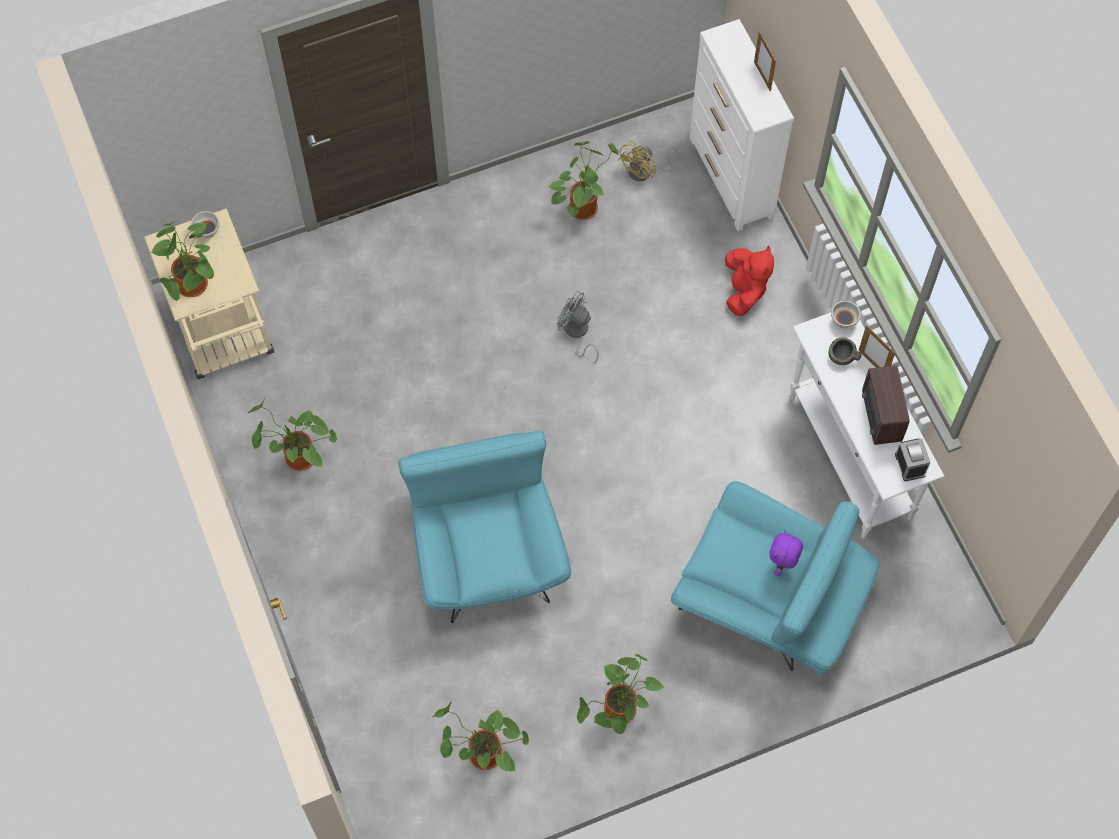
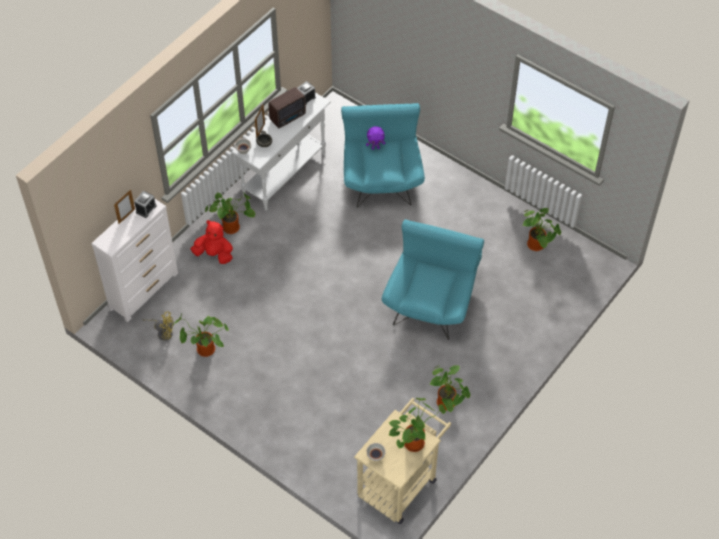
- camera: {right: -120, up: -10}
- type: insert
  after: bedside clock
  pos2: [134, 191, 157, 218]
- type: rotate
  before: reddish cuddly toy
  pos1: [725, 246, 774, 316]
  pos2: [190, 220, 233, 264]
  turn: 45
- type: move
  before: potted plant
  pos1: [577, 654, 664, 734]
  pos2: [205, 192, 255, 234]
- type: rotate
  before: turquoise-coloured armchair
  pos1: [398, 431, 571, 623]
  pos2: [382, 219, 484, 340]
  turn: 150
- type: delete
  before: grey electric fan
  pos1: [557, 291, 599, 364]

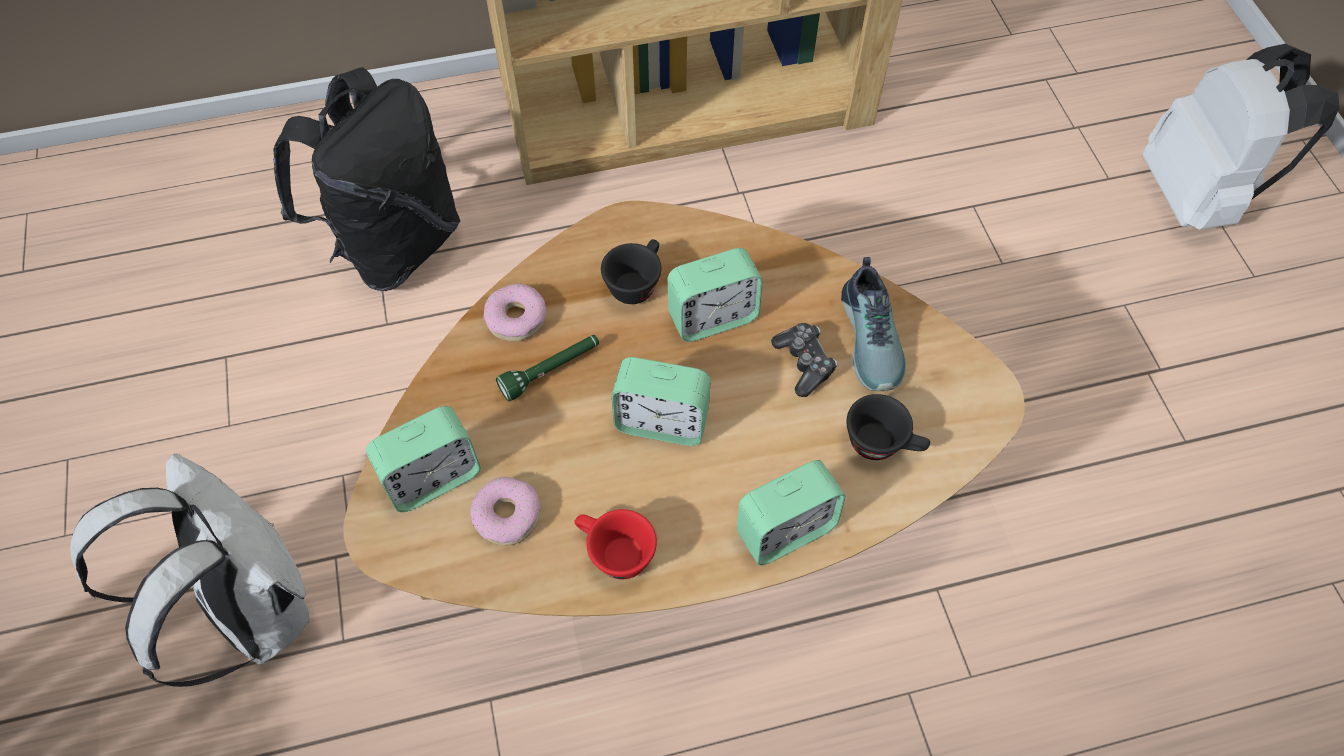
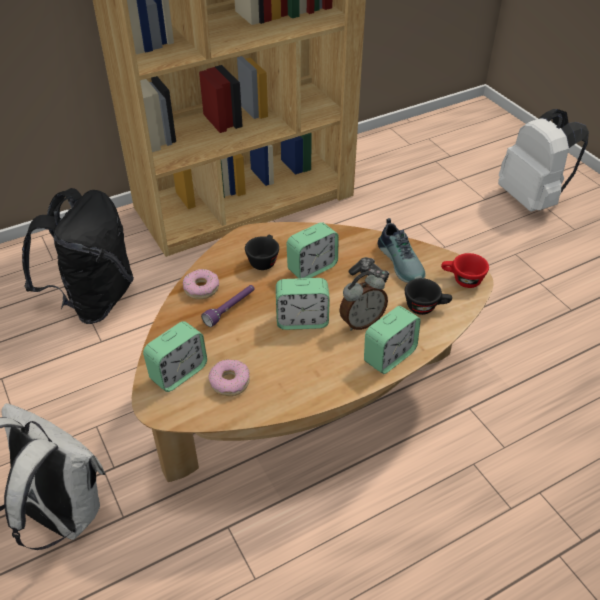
- camera: {right: -15, up: -15}
- type: recolor
  before: green torch
  after: purplish torch
  pos1: [496, 335, 599, 402]
  pos2: [201, 285, 255, 327]
- type: insert
  after: bedside clock
  pos2: [340, 271, 388, 330]
- type: move
  before: reddish small cup
  pos1: [574, 509, 657, 579]
  pos2: [441, 253, 489, 288]

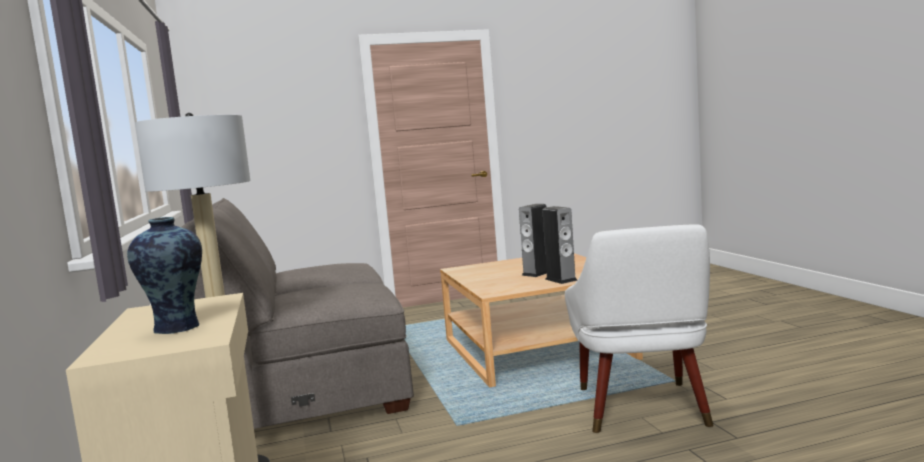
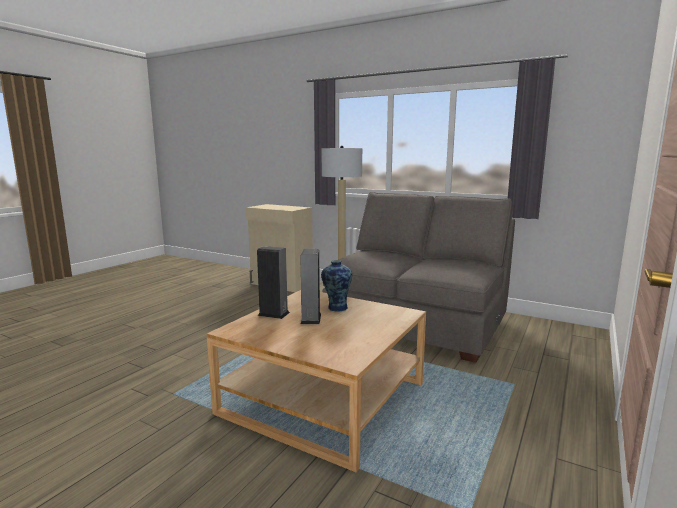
- camera: {right: 135, up: 5}
- type: move
  before: flower vase
  pos1: [127, 217, 202, 334]
  pos2: [321, 260, 352, 312]
- type: delete
  before: white-coloured armchair
  pos1: [565, 224, 714, 433]

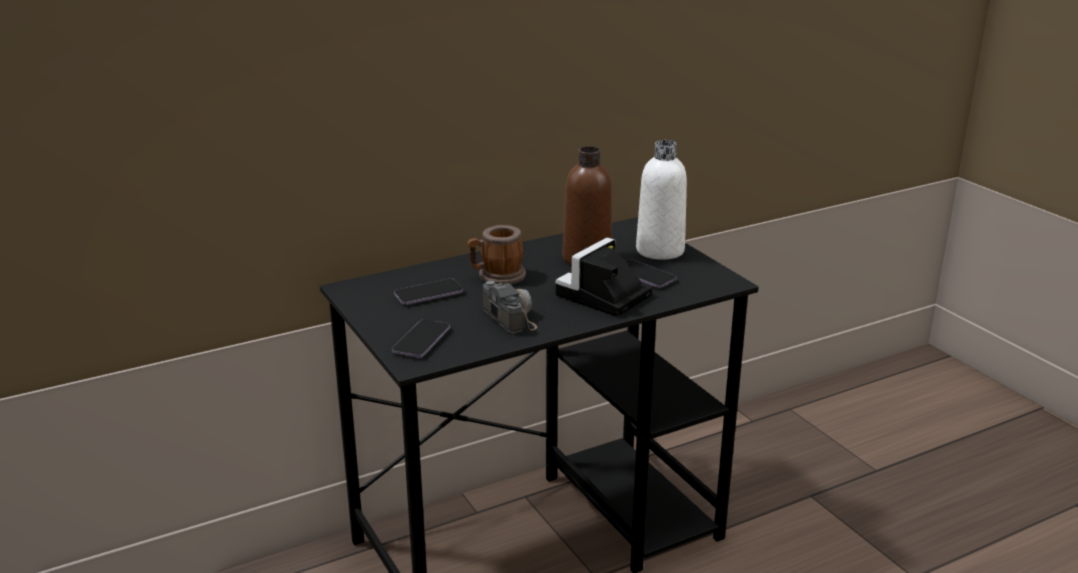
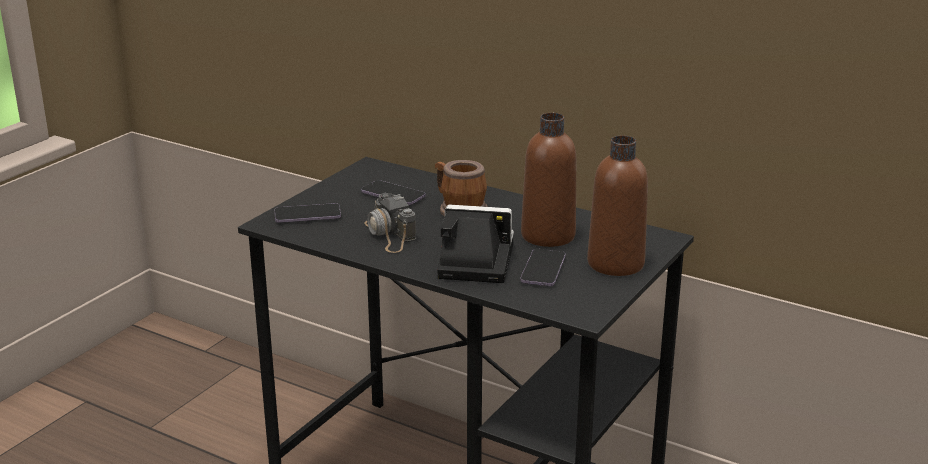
- camera: {right: 60, up: 0}
- type: rotate
  before: photo camera
  pos1: [483, 280, 537, 334]
  pos2: [364, 193, 416, 253]
  turn: 120
- type: recolor
  before: white-coloured beverage bottle
  after: brown-coloured beverage bottle
  pos1: [636, 140, 687, 260]
  pos2: [587, 136, 648, 276]

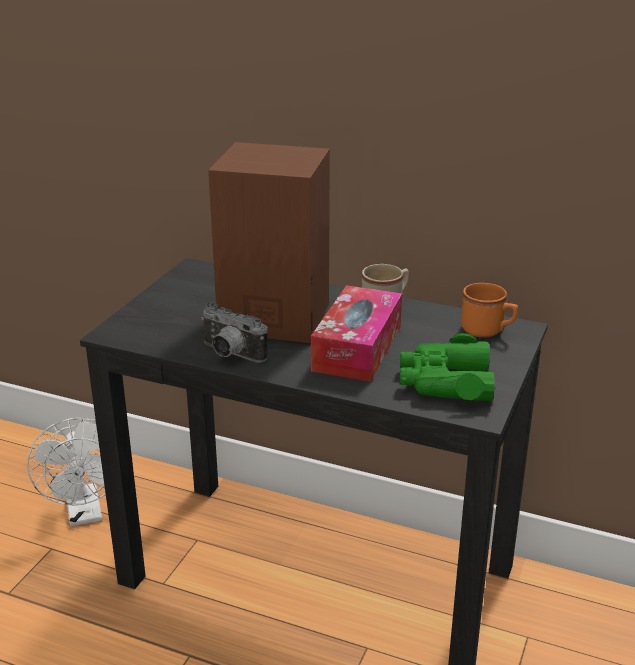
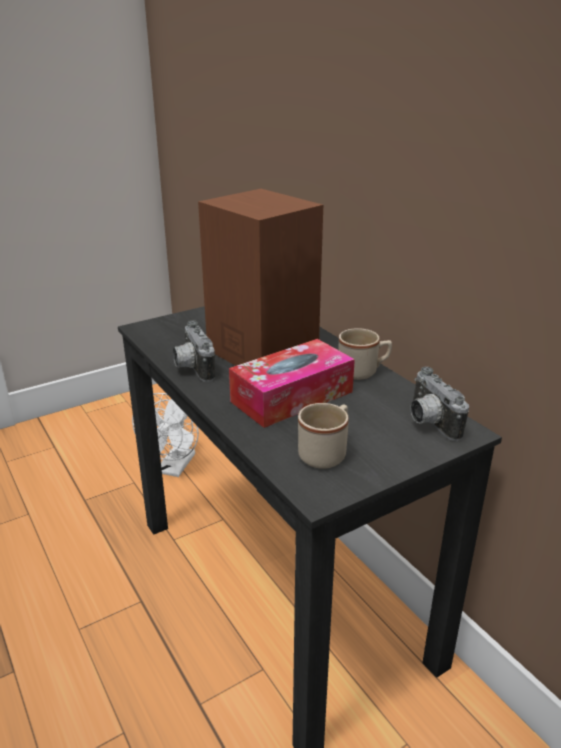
- camera: {right: 35, up: 0}
- type: replace
  before: green pair of binoculars
  after: beige tea mug
  pos1: [400, 333, 495, 401]
  pos2: [298, 403, 349, 469]
- type: replace
  before: orange tea mug
  after: photo camera
  pos1: [461, 283, 518, 337]
  pos2: [410, 367, 469, 441]

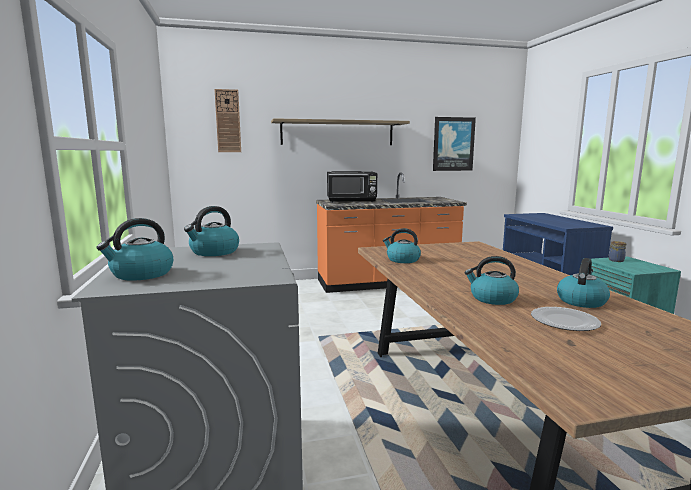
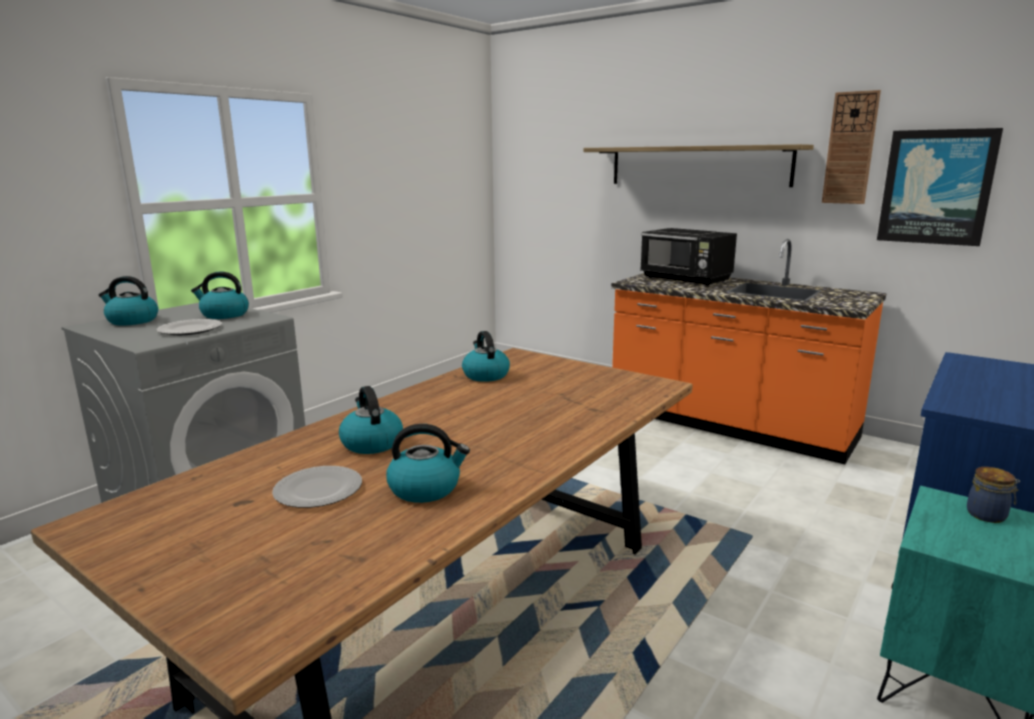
- camera: {right: 50, up: 5}
- type: insert
  after: plate
  pos2: [156, 319, 222, 335]
- type: move
  before: clock on the wall
  pos1: [214, 89, 241, 152]
  pos2: [822, 90, 881, 204]

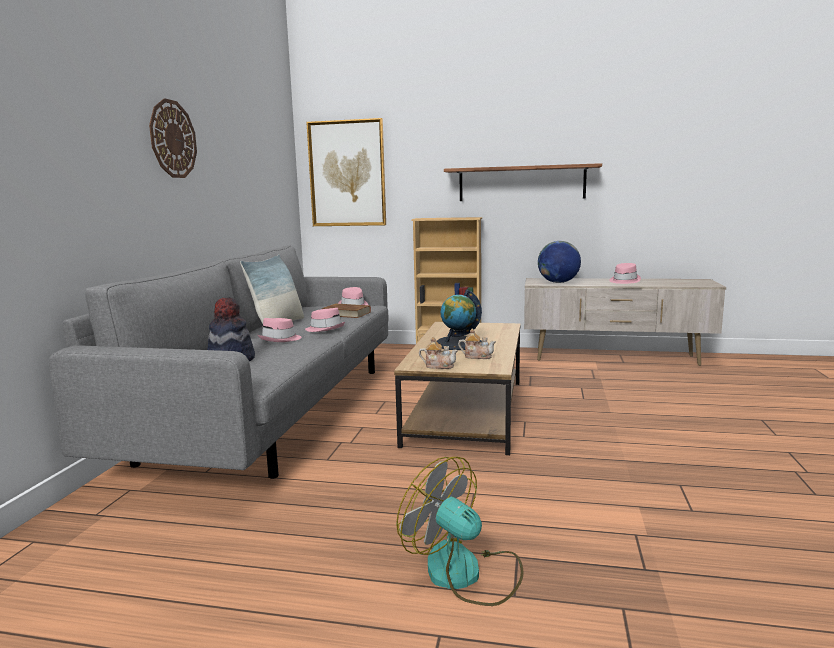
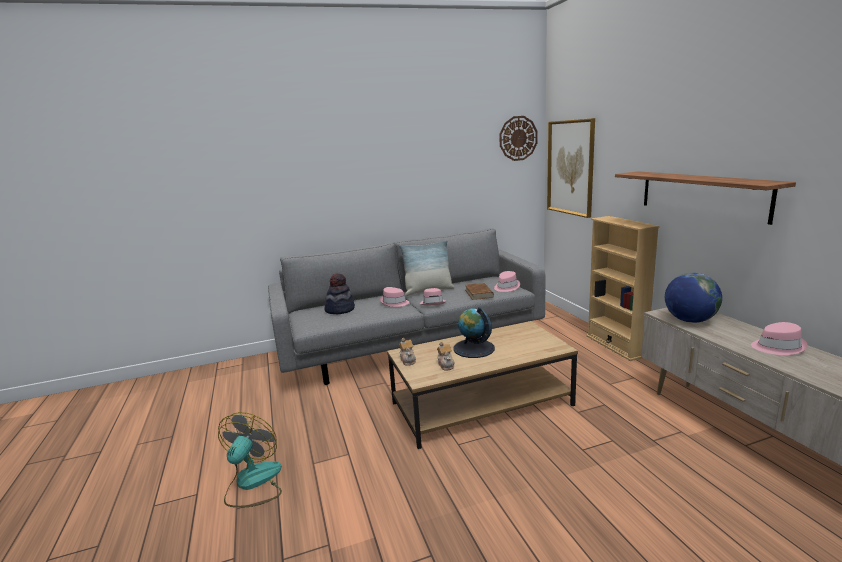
- camera: {right: 60, up: 5}
- type: move
  before: clock on the wall
  pos1: [149, 98, 197, 178]
  pos2: [499, 116, 538, 161]

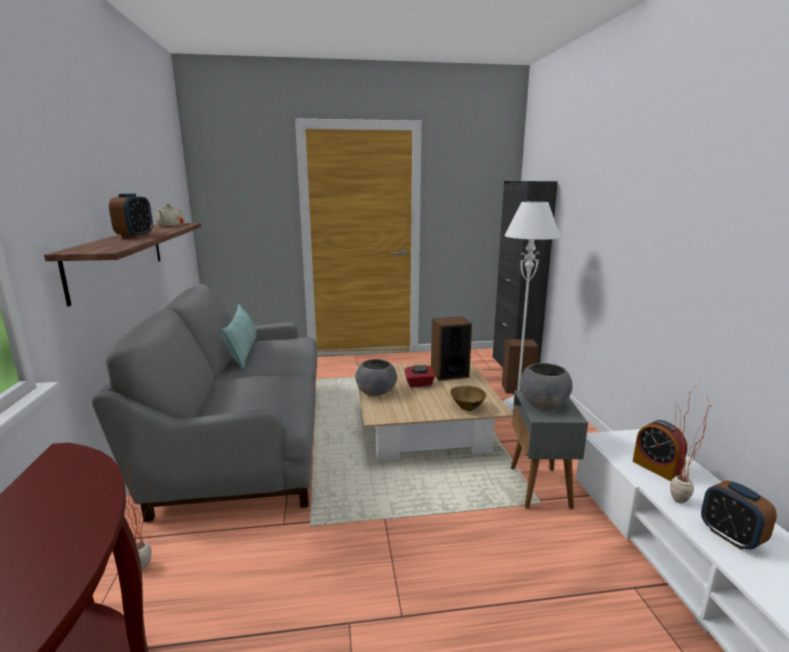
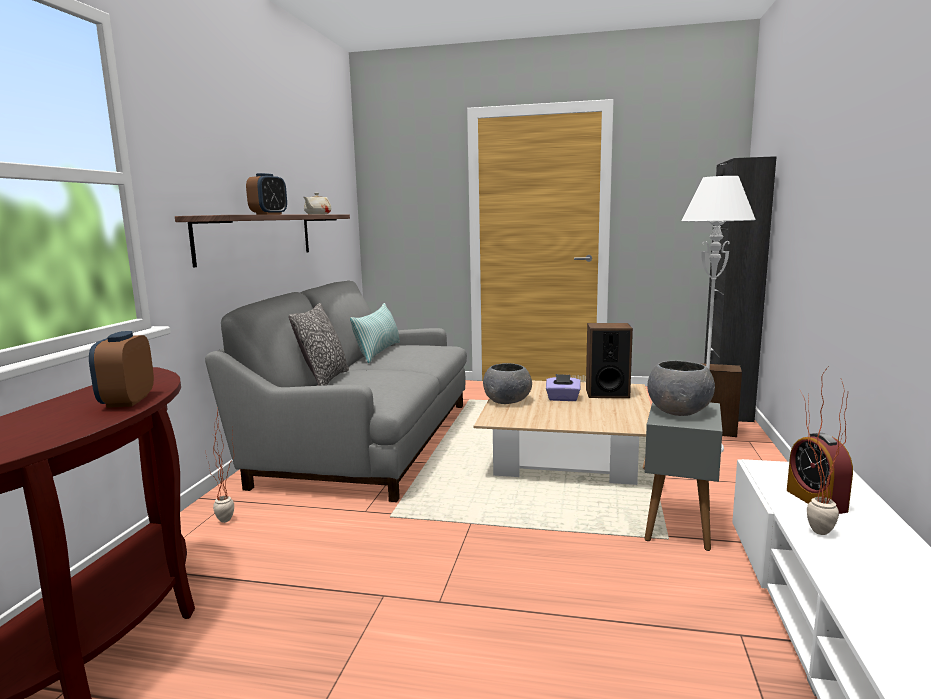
- camera: {right: 20, up: -5}
- type: move
  before: bedside clock
  pos1: [701, 481, 777, 550]
  pos2: [89, 331, 154, 408]
- type: insert
  after: pillow
  pos2: [289, 303, 349, 386]
- type: recolor
  before: reddish tissue holder
  after: purplish tissue holder
  pos1: [404, 365, 435, 387]
  pos2: [546, 374, 581, 401]
- type: delete
  before: brown-coloured serving bowl
  pos1: [450, 386, 486, 411]

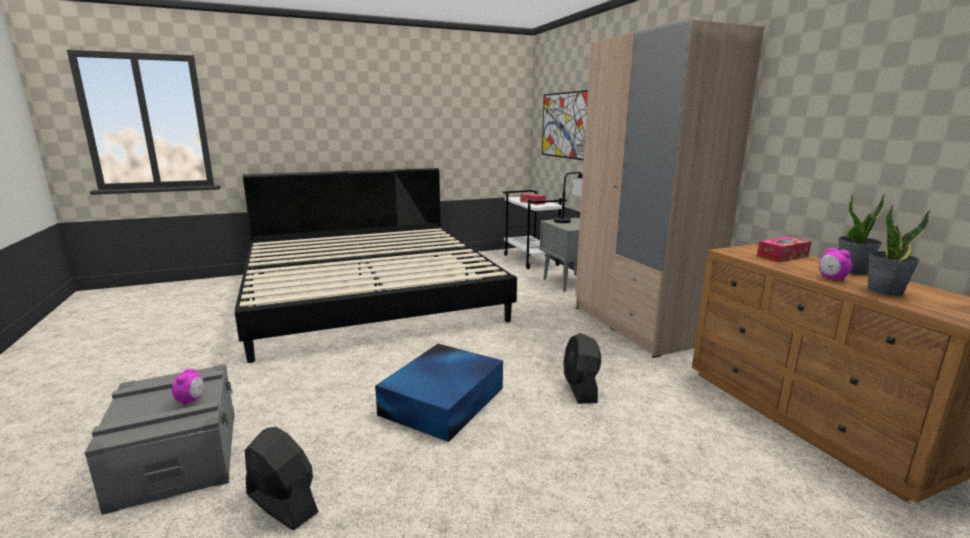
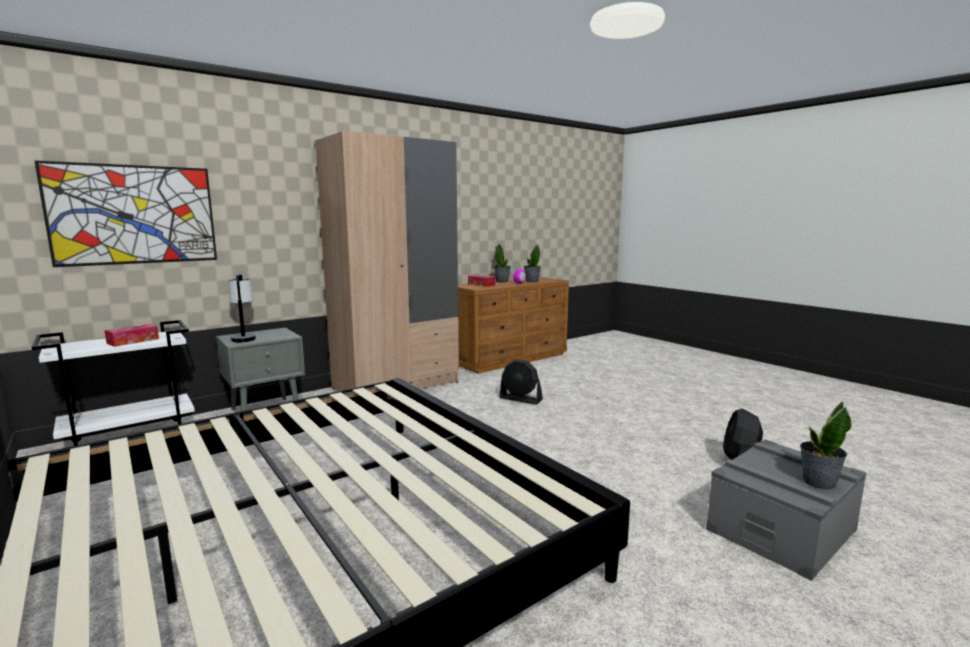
- camera: {right: -105, up: -5}
- type: rotate
  before: black-coloured electric fan
  pos1: [564, 333, 601, 404]
  pos2: [499, 359, 543, 405]
  turn: 45
- type: insert
  after: potted plant
  pos2: [800, 401, 851, 490]
- type: delete
  before: bedside clock
  pos1: [172, 369, 204, 406]
- type: delete
  before: blue-coloured storage container
  pos1: [375, 344, 503, 442]

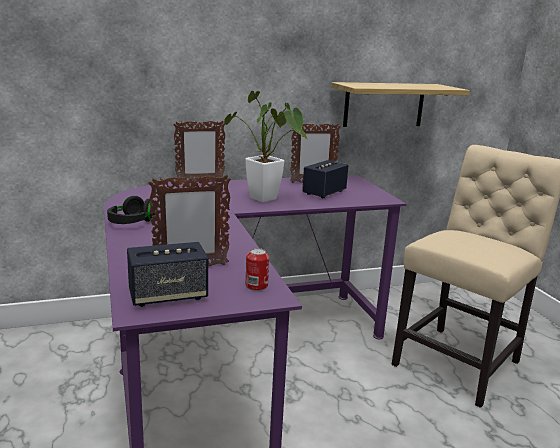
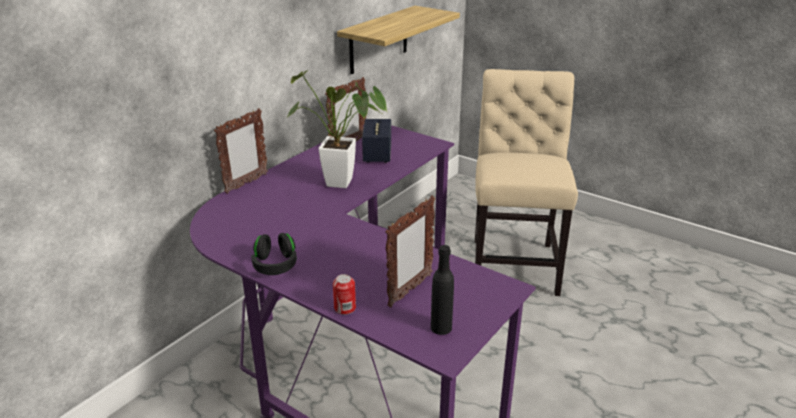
- camera: {right: -35, up: 10}
- type: move
  before: metal can
  pos1: [246, 248, 269, 291]
  pos2: [333, 274, 356, 315]
- type: replace
  before: audio speaker
  after: black-coloured beverage bottle
  pos1: [127, 242, 208, 307]
  pos2: [431, 245, 454, 335]

